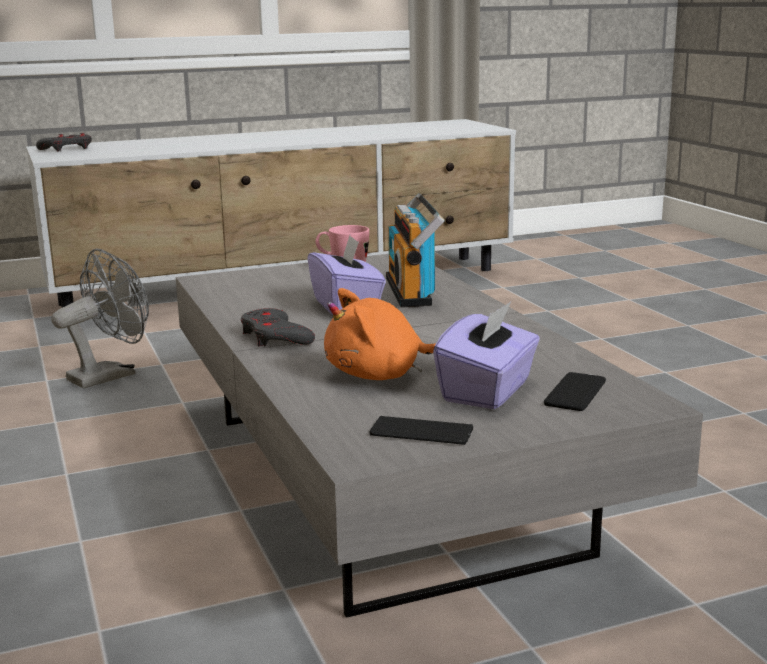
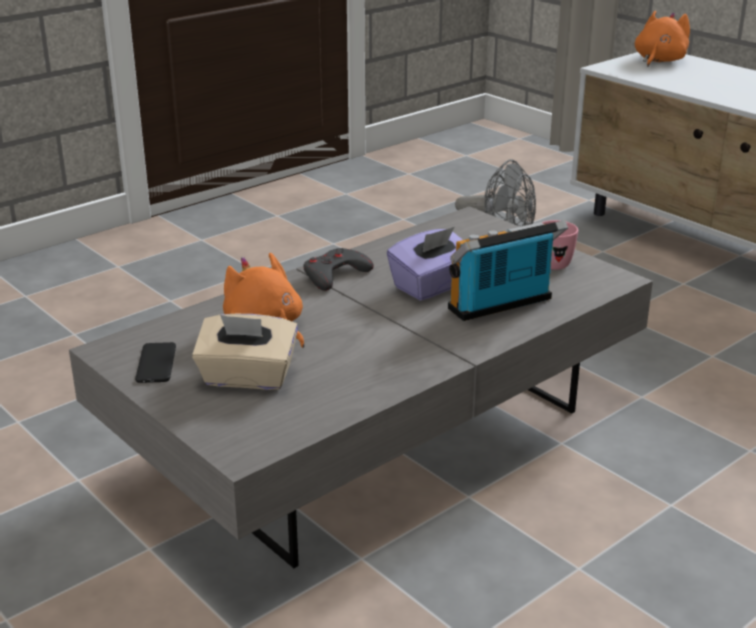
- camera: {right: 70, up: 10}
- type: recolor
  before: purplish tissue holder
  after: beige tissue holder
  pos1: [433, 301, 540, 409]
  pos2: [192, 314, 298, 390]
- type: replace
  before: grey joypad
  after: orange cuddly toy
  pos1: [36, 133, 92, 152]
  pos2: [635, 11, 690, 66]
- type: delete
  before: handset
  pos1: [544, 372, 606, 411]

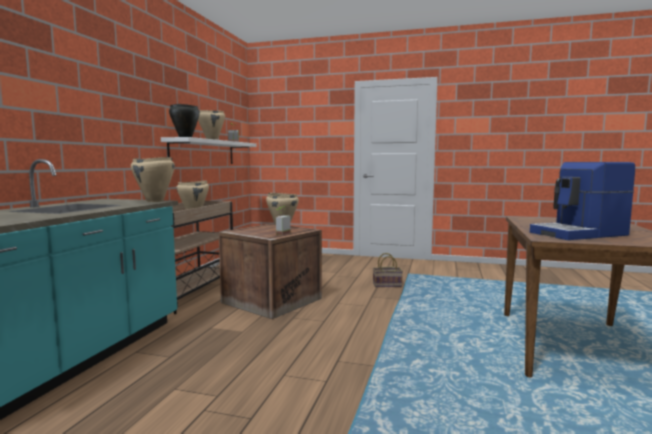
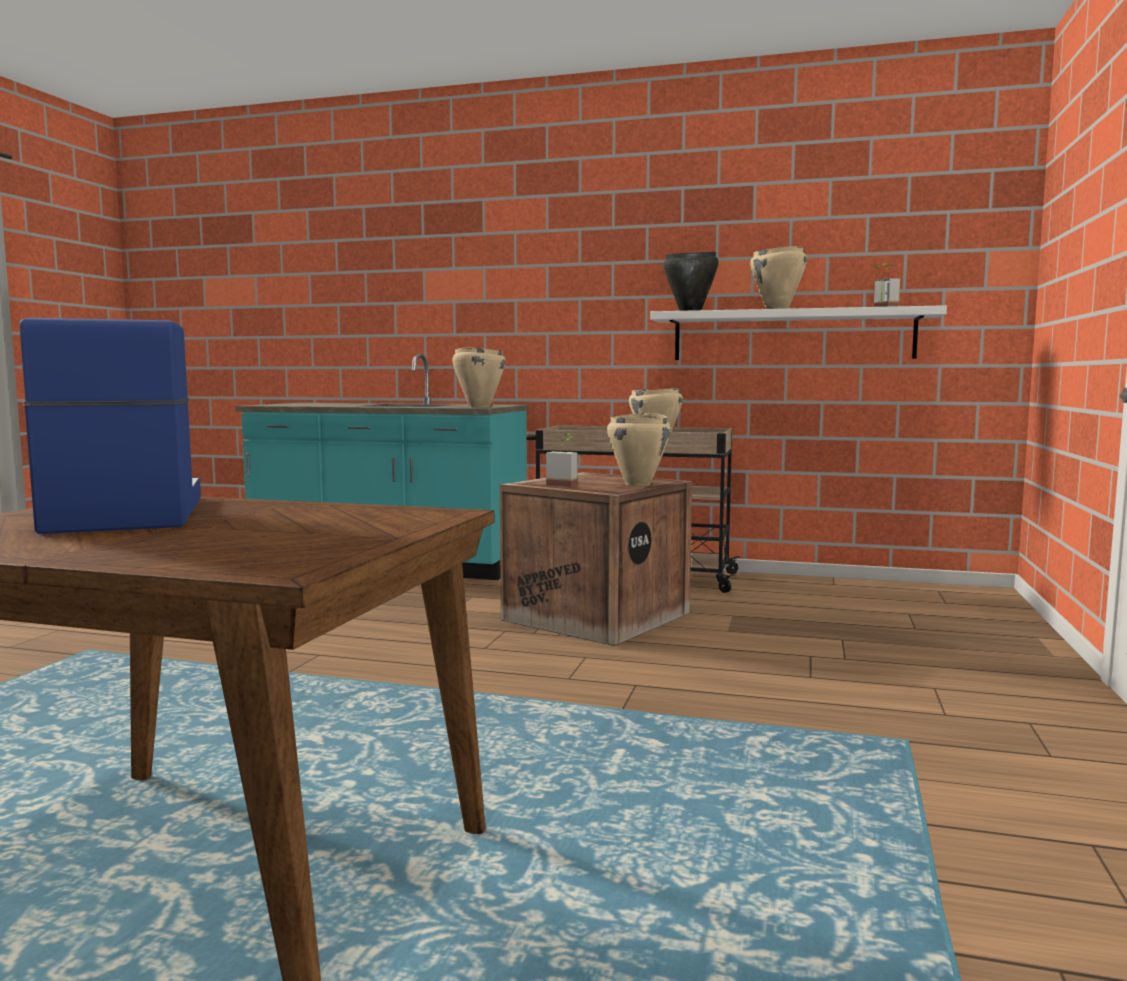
- camera: {right: 90, up: 0}
- type: delete
  before: storage basket
  pos1: [373, 253, 403, 287]

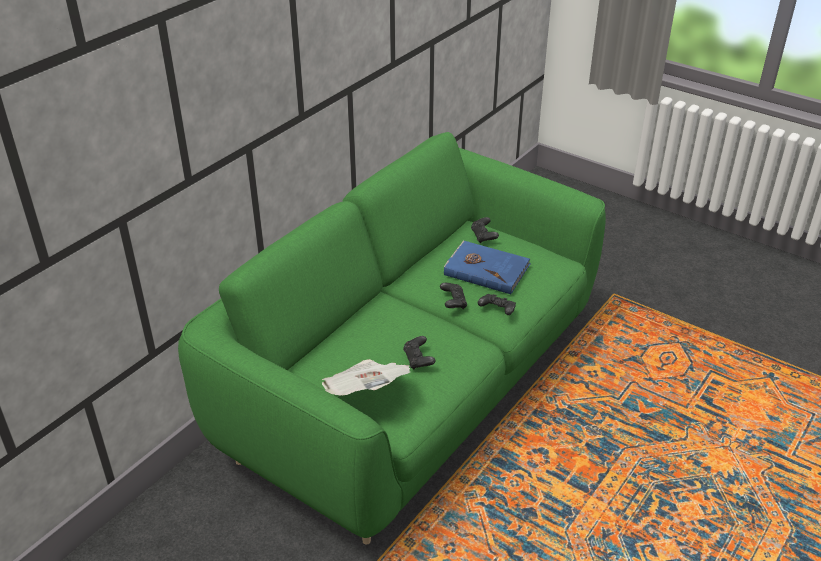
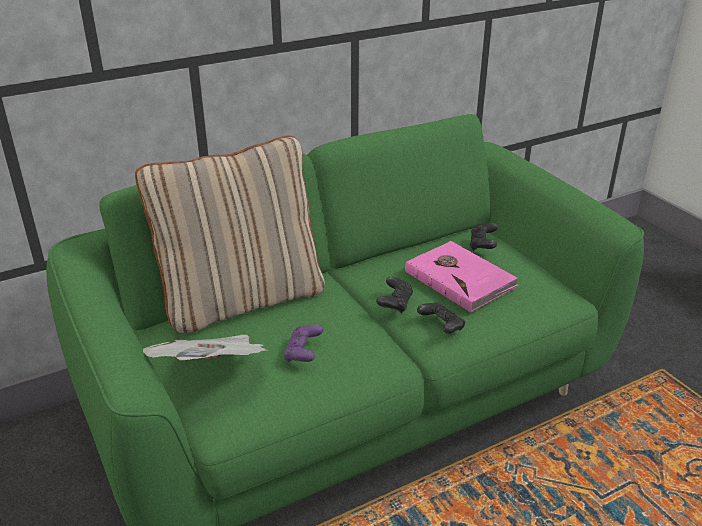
- camera: {right: 25, up: -5}
- type: insert
  after: beige pillow
  pos2: [135, 136, 325, 334]
- type: recolor
  before: black-coloured joypad
  after: purplish joypad
  pos1: [403, 336, 436, 369]
  pos2: [284, 325, 324, 362]
- type: recolor
  before: blue-coloured book
  after: pinkish book
  pos1: [444, 241, 530, 294]
  pos2: [405, 241, 518, 313]

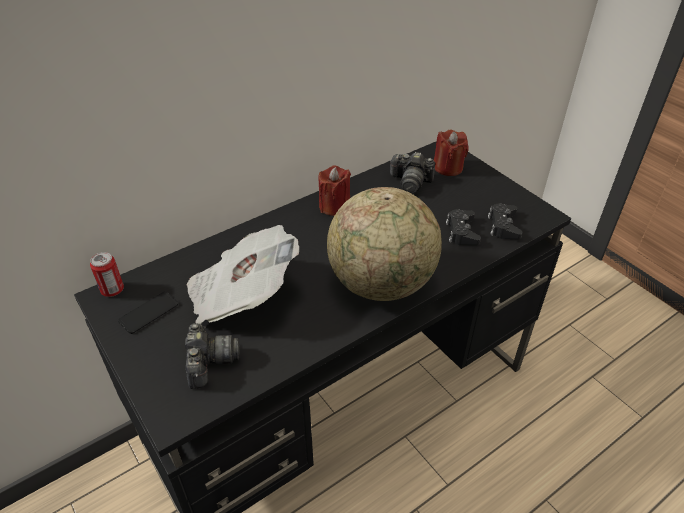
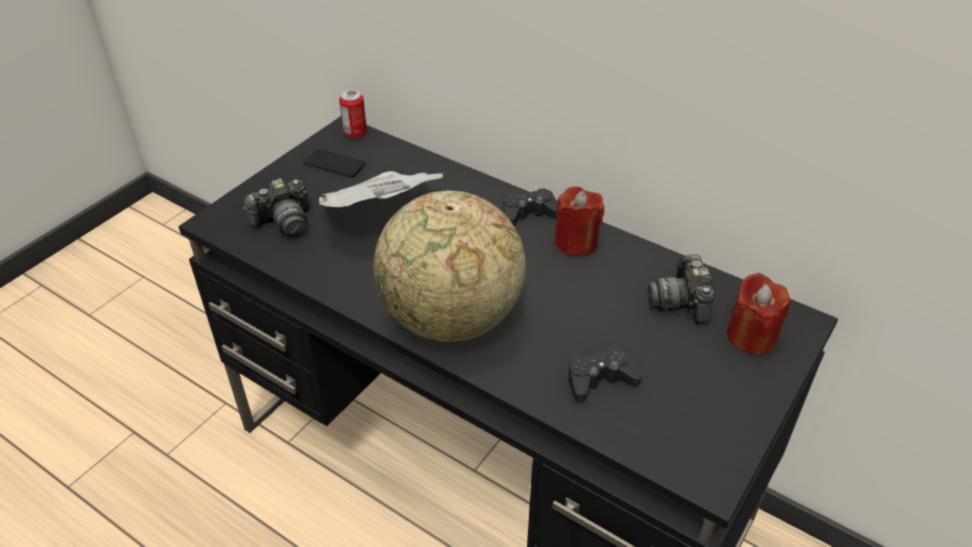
- camera: {right: 70, up: 0}
- type: move
  before: black-coloured joypad
  pos1: [488, 203, 523, 239]
  pos2: [503, 188, 558, 226]

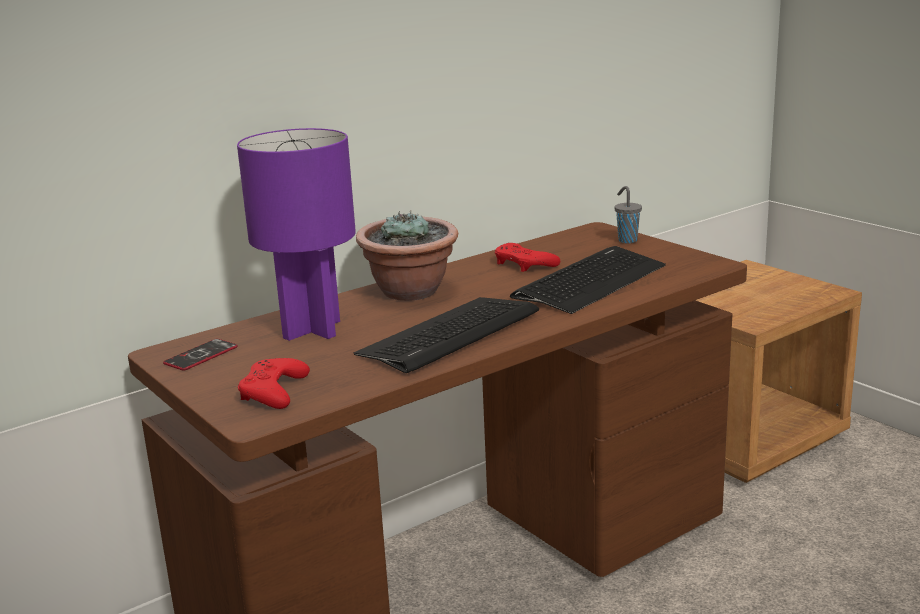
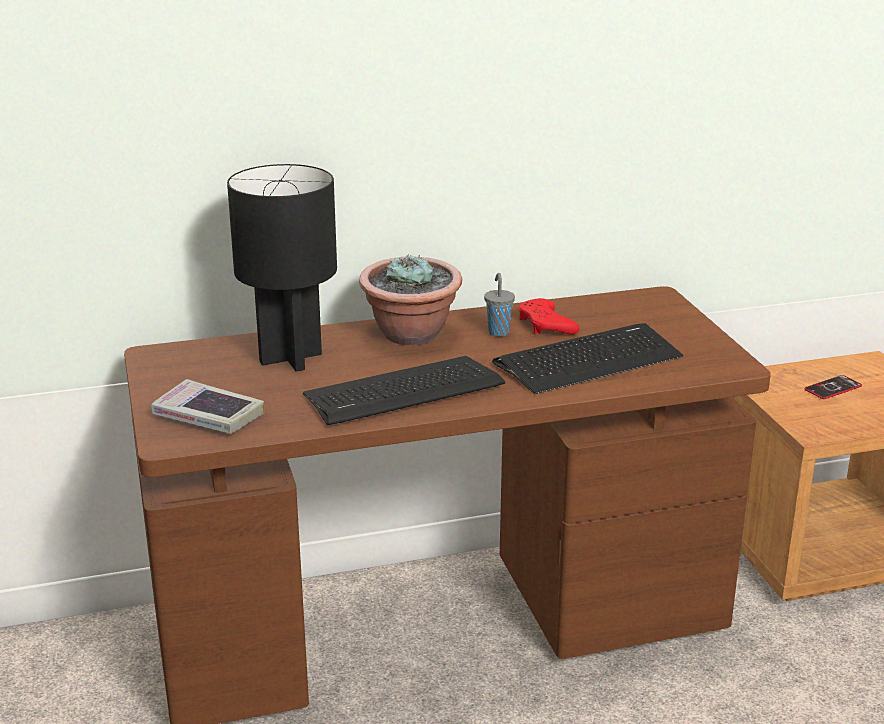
- camera: {right: 20, up: 5}
- type: replace
  before: reddish joypad
  after: book
  pos1: [238, 358, 310, 409]
  pos2: [151, 379, 264, 434]
- type: recolor
  before: purplish tabletop lamp
  after: black-coloured tabletop lamp
  pos1: [237, 128, 356, 341]
  pos2: [227, 164, 337, 372]
- type: move
  before: grey small cup
  pos1: [614, 186, 642, 243]
  pos2: [484, 273, 515, 337]
- type: move
  before: handset
  pos1: [163, 339, 238, 371]
  pos2: [804, 375, 862, 399]

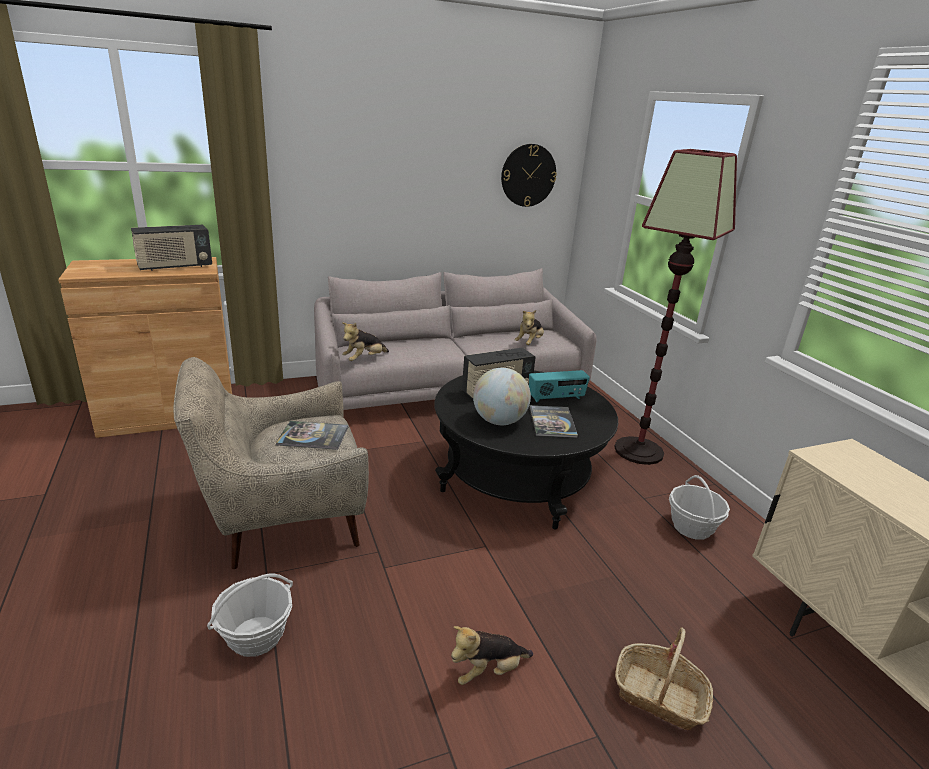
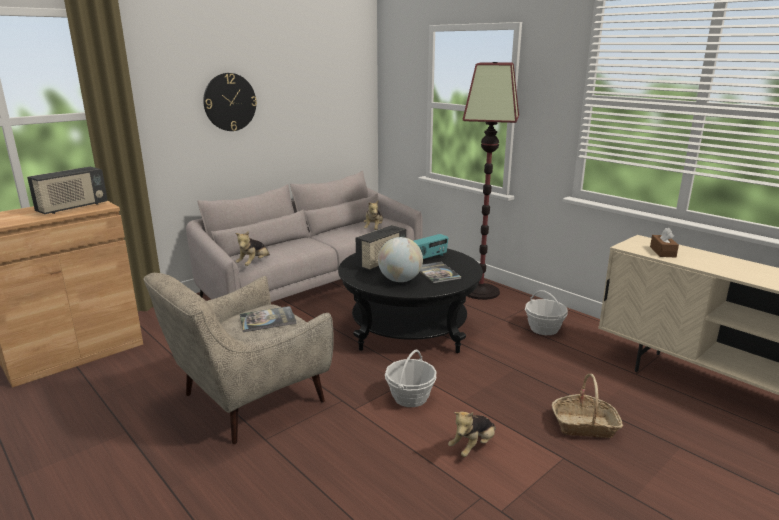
- camera: {right: -20, up: -5}
- type: move
  before: clock on the wall
  pos1: [501, 144, 557, 207]
  pos2: [203, 73, 257, 131]
- type: move
  before: storage basket
  pos1: [207, 574, 293, 657]
  pos2: [385, 350, 437, 407]
- type: insert
  after: brown-coloured tissue holder
  pos2: [650, 227, 679, 257]

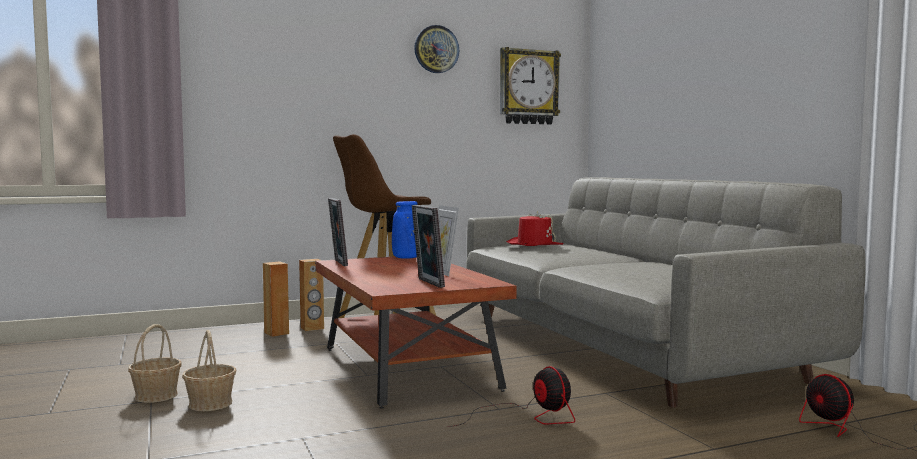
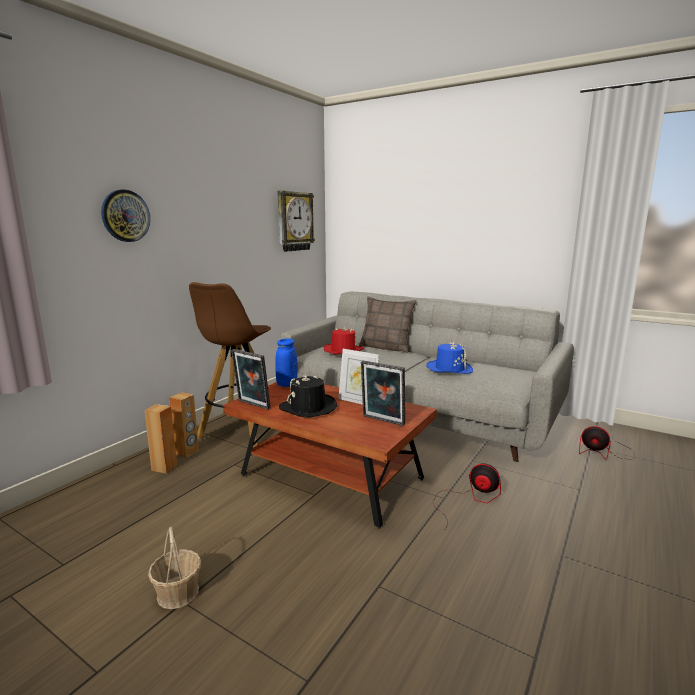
- camera: {right: -35, up: 10}
- type: move
  before: clock on the wall
  pos1: [414, 25, 459, 73]
  pos2: [101, 190, 150, 242]
- type: insert
  after: black-coloured wearable hat
  pos2: [279, 375, 337, 418]
- type: insert
  after: pillow
  pos2: [359, 296, 416, 353]
- type: insert
  after: blue-coloured wearable hat
  pos2: [426, 342, 473, 374]
- type: delete
  before: storage basket
  pos1: [182, 330, 236, 411]

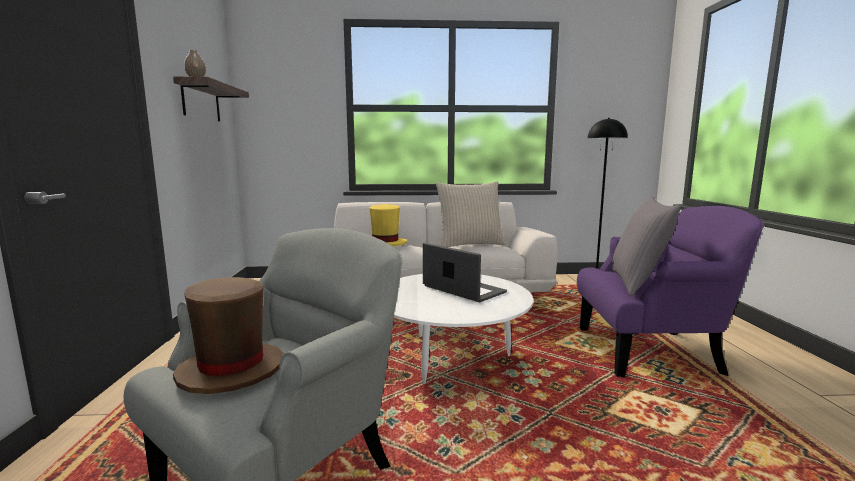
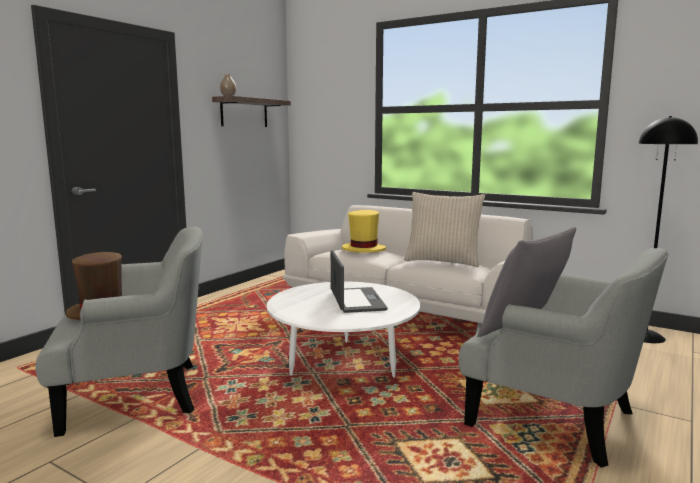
- camera: {right: 35, up: 0}
- type: recolor
  before: purplish armchair
  after: grey armchair
  pos1: [577, 206, 764, 377]
  pos2: [458, 248, 668, 468]

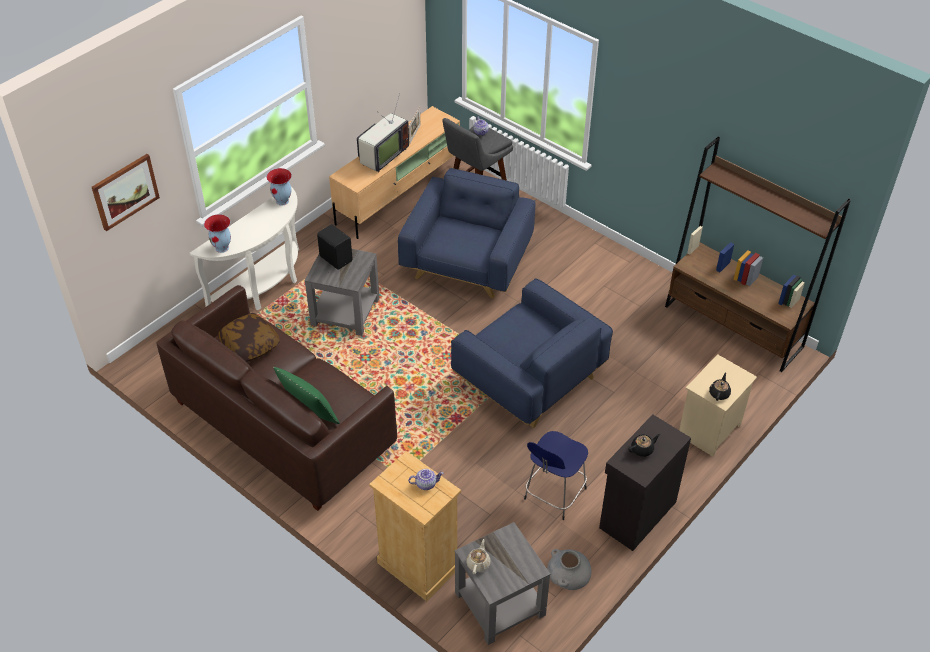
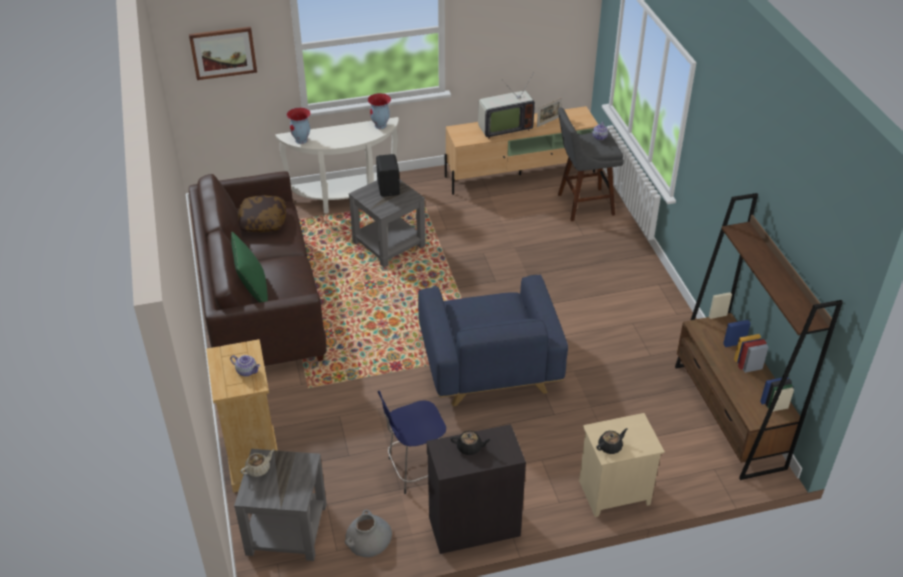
- camera: {right: 35, up: -5}
- type: delete
  before: blue-coloured armchair
  pos1: [398, 168, 535, 298]

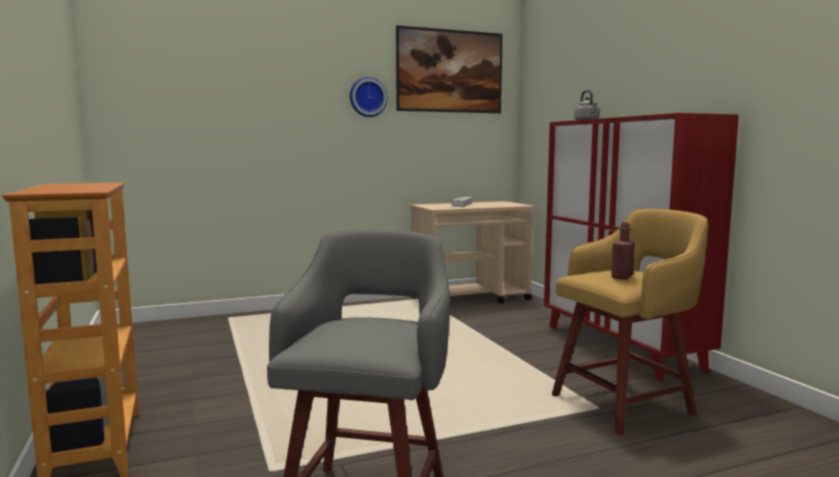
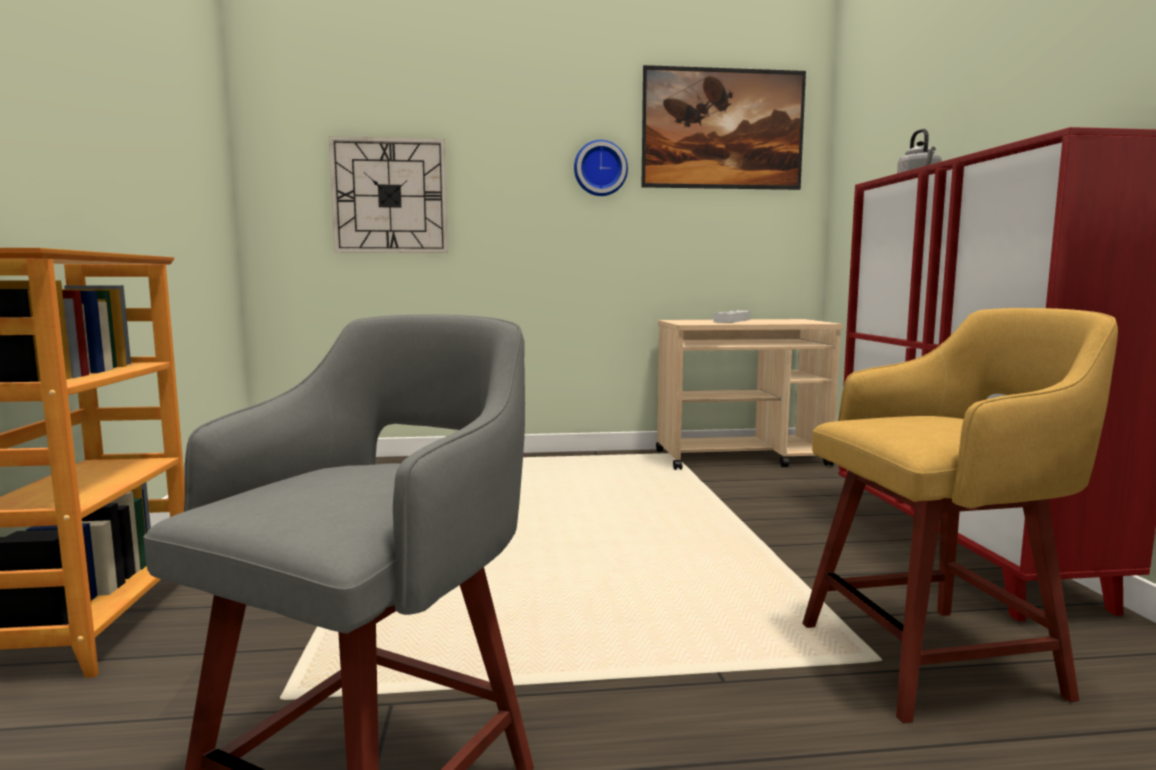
- camera: {right: 15, up: 0}
- type: insert
  after: clock on the wall
  pos2: [329, 136, 448, 253]
- type: delete
  before: reddish beverage bottle
  pos1: [611, 222, 635, 280]

